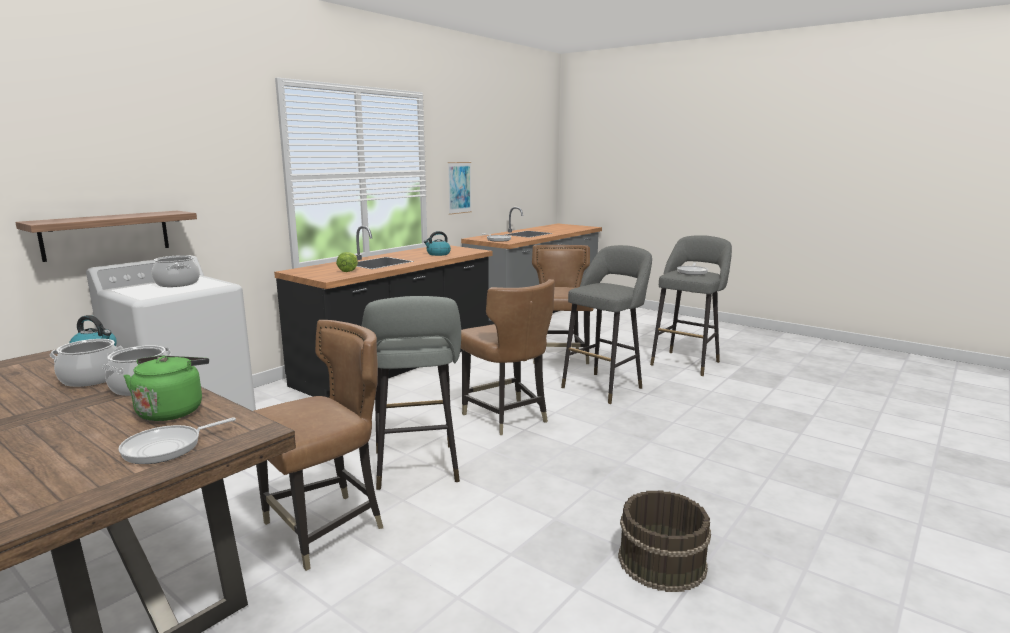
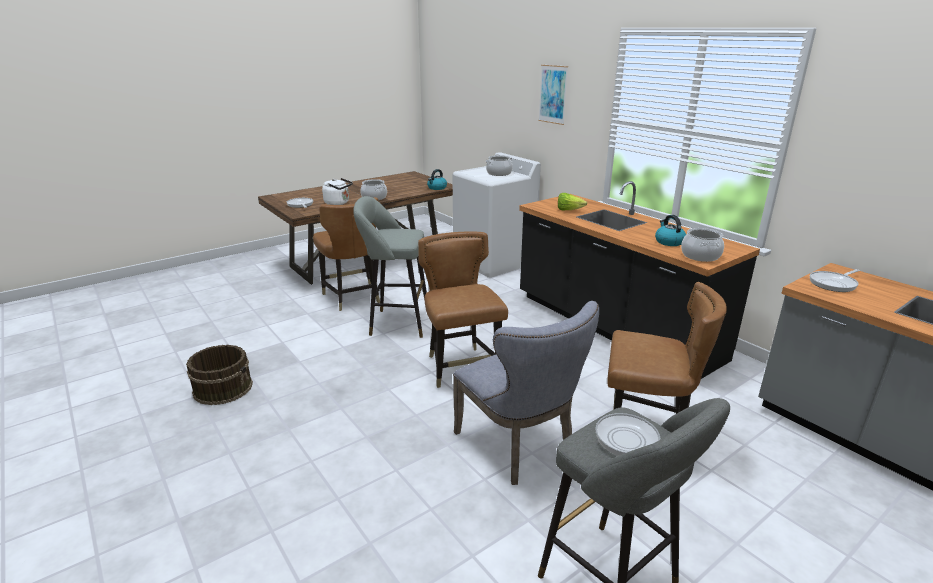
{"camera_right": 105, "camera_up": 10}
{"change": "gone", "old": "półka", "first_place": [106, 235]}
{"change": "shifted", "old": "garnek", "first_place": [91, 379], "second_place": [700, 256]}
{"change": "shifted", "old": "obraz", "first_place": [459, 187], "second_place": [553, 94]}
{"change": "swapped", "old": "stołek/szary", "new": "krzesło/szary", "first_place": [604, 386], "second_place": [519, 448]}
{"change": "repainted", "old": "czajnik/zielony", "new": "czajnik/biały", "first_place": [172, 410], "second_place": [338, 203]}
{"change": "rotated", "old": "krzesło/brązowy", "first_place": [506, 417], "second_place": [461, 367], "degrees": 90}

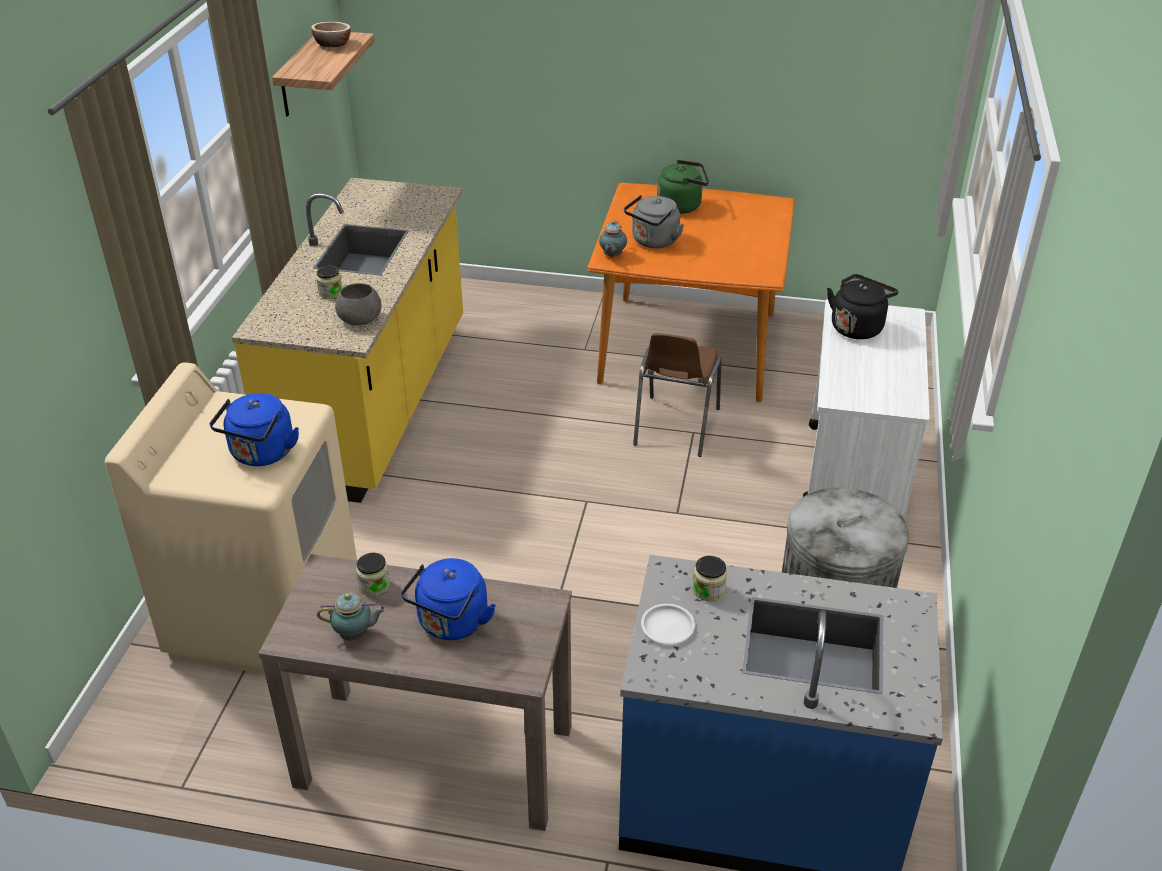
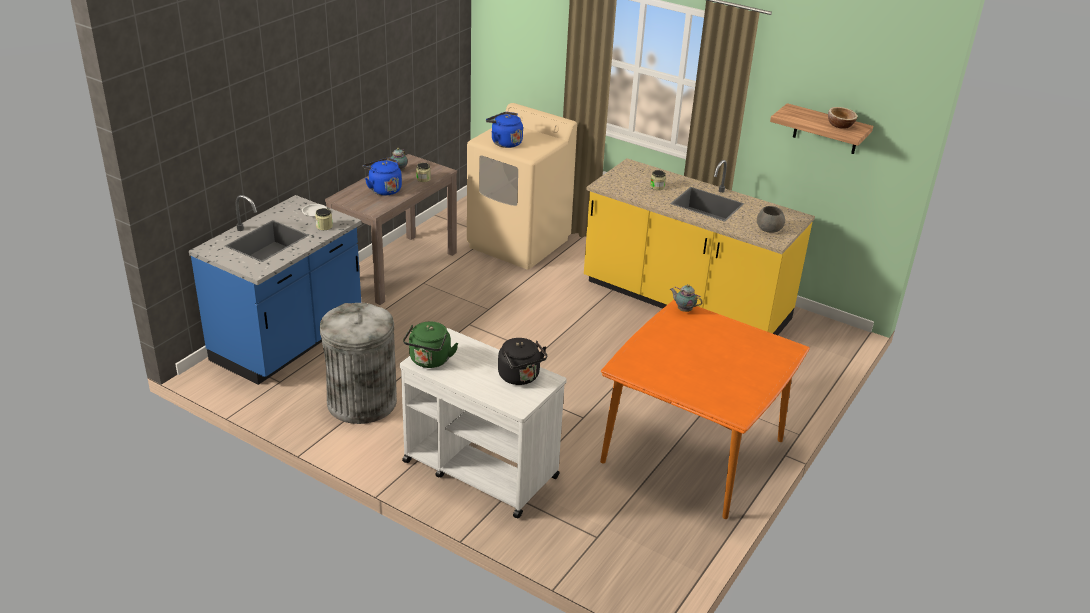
{"camera_right": 110, "camera_up": -5}
{"change": "gone", "old": "czajnik/szary", "first_place": [653, 242]}
{"change": "gone", "old": "krzesło/brązowy", "first_place": [675, 427]}
{"change": "shifted", "old": "miska/szary", "first_place": [361, 318], "second_place": [769, 229]}
{"change": "shifted", "old": "czajnik/zielony", "first_place": [682, 206], "second_place": [429, 361]}

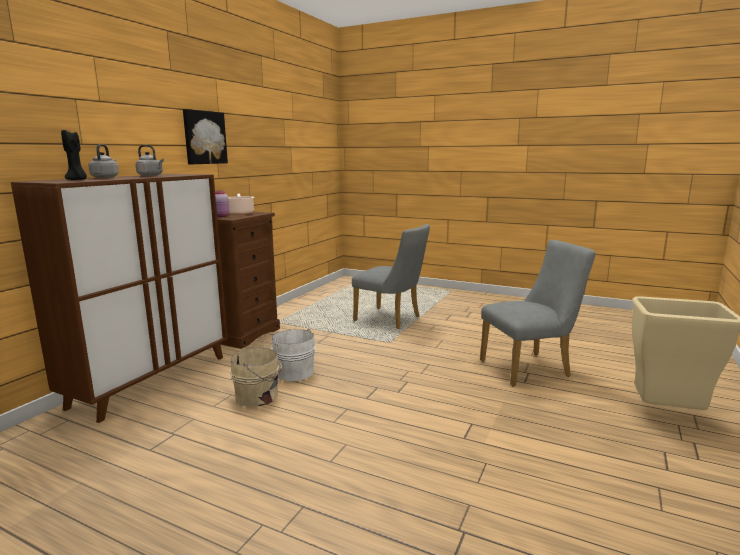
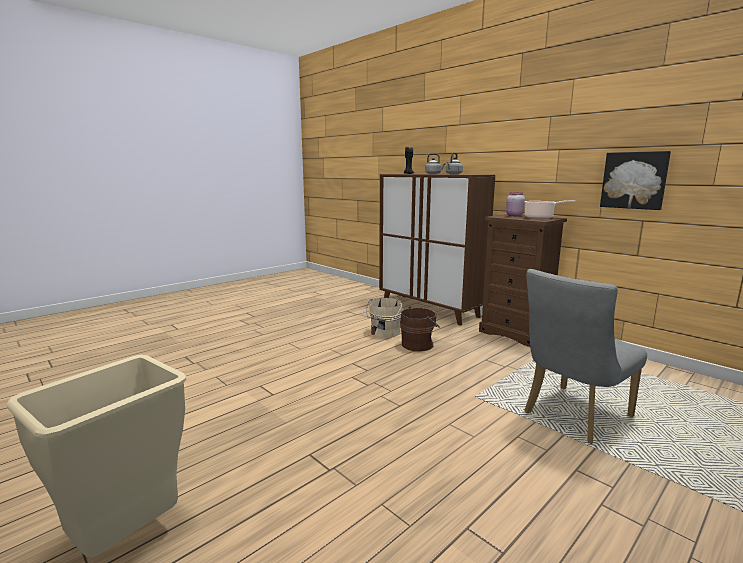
{"camera_right": 110, "camera_up": 0}
{"change": "gone", "old": "krzesło/szary", "first_place": [530, 368]}
{"change": "shifted", "old": "obraz", "first_place": [204, 137], "second_place": [634, 180]}
{"change": "repainted", "old": "wiadro/biały", "new": "wiadro/brązowy", "first_place": [293, 372], "second_place": [419, 344]}

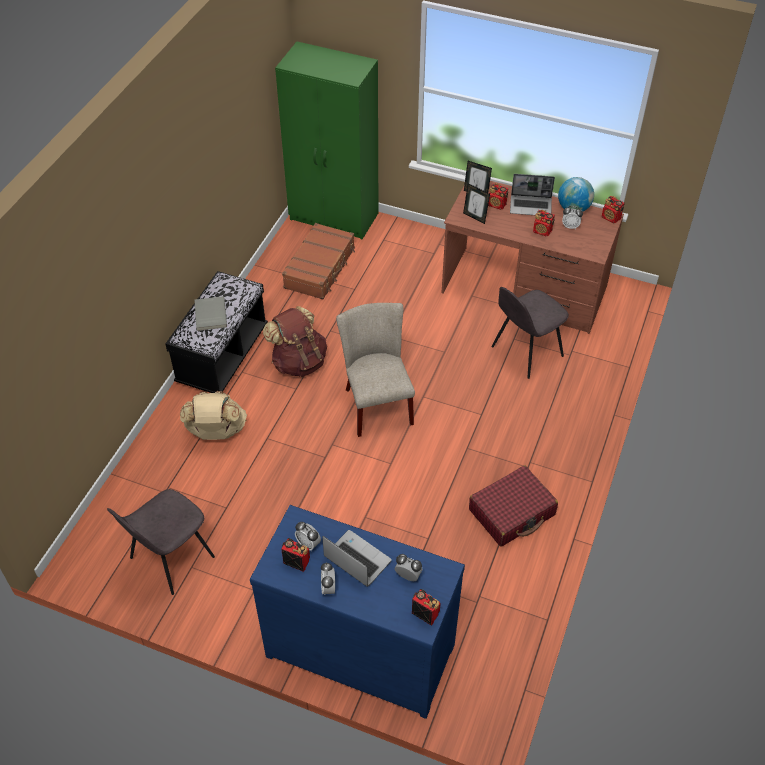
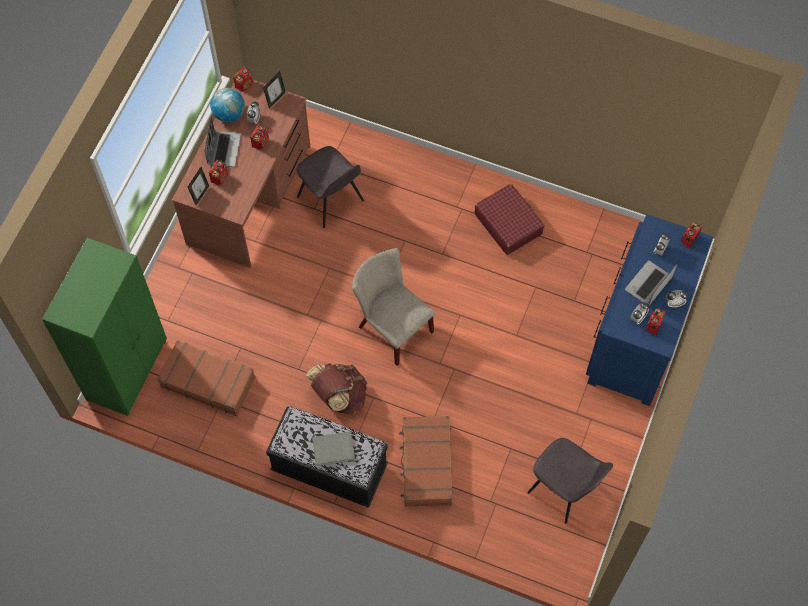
{"camera_right": -90, "camera_up": 15}
{"change": "shifted", "old": "ramka na zdjęcie", "first_place": [475, 217], "second_place": [275, 99]}
{"change": "swapped", "old": "plecak/beżowy", "new": "walizka/brązowy", "first_place": [216, 432], "second_place": [426, 465]}
{"change": "rotated", "old": "krzesło/beżowy", "first_place": [376, 403], "second_place": [391, 327], "degrees": 60}

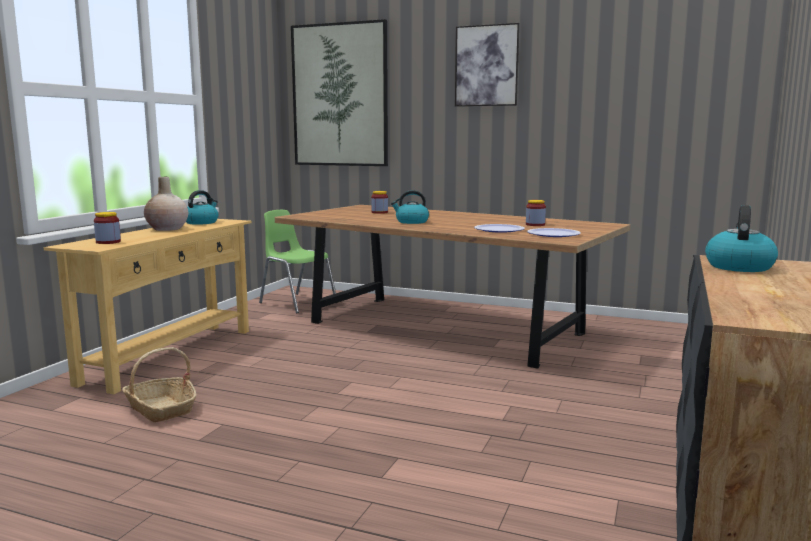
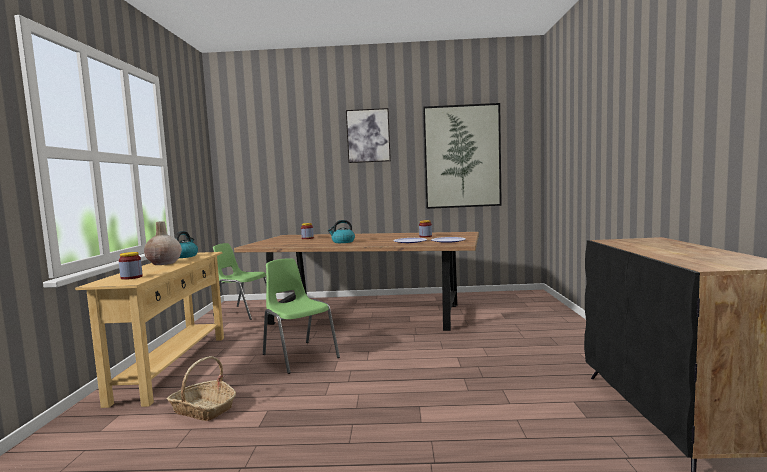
{"camera_right": -20, "camera_up": -5}
{"change": "gone", "old": "czajnik", "first_place": [738, 266]}
{"change": "new", "new": "krzesło/zielony", "second_place": [299, 356]}
{"change": "shifted", "old": "obraz", "first_place": [340, 95], "second_place": [462, 156]}

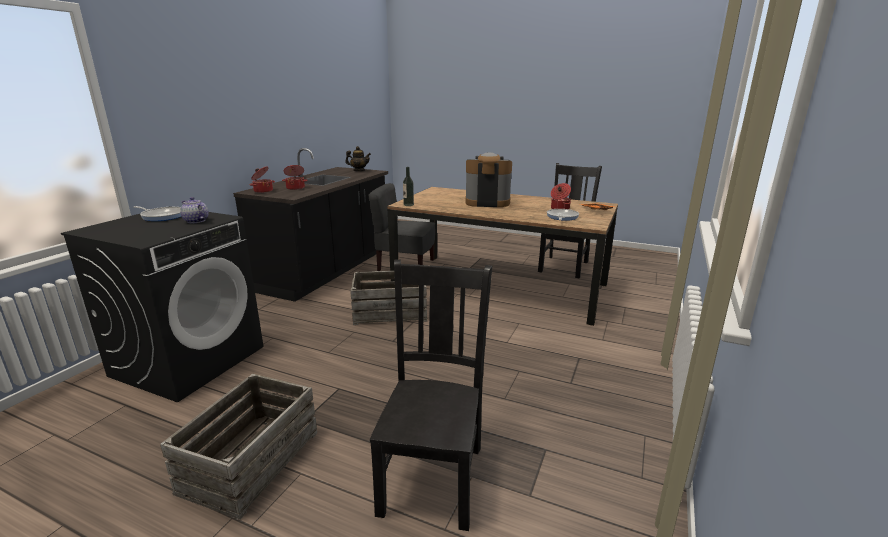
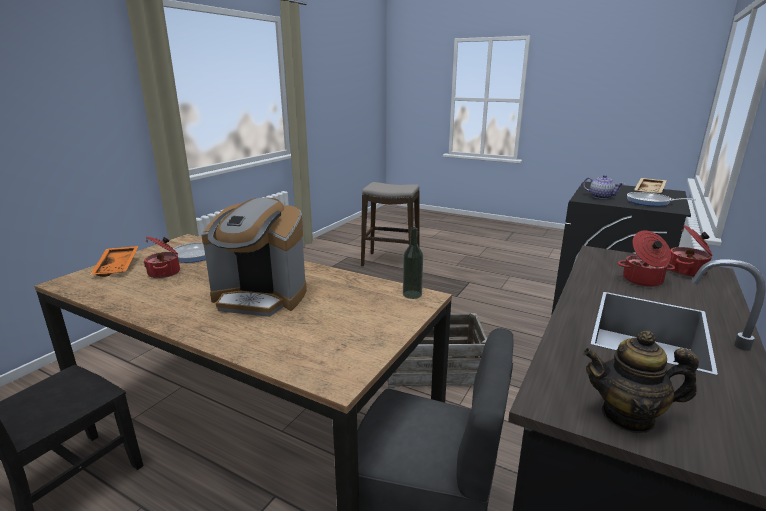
{"camera_right": -175, "camera_up": 0}
{"change": "gone", "old": "skrzynka", "first_place": [252, 462]}
{"change": "new", "new": "taca/beżowy", "second_place": [650, 191]}
{"change": "swapped", "old": "krzesło/czarny", "new": "stołek", "first_place": [433, 476], "second_place": [390, 262]}

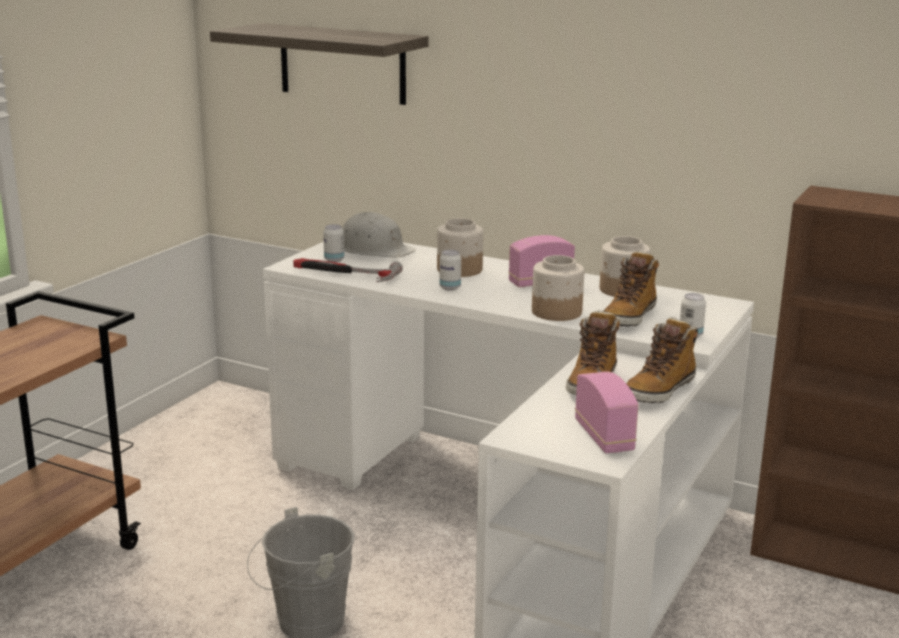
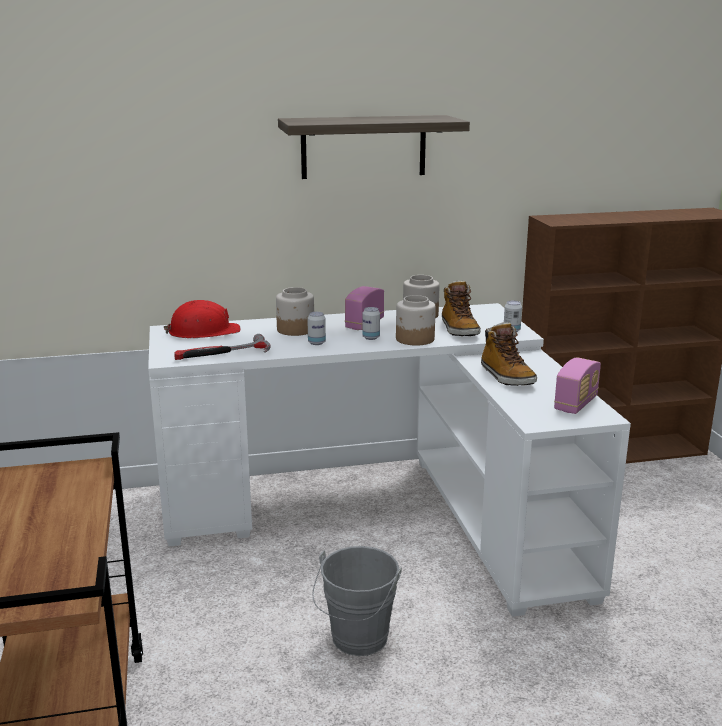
{"camera_right": -40, "camera_up": 0}
{"change": "gone", "old": "but z cholewką", "first_place": [659, 390]}
{"change": "shifted", "old": "półka", "first_place": [342, 63], "second_place": [363, 147]}
{"change": "shifted", "old": "puszka", "first_place": [334, 260], "second_place": [371, 338]}
{"change": "repainted", "old": "kask/biały", "new": "kask/czerwony", "first_place": [374, 249], "second_place": [203, 332]}
{"change": "rotated", "old": "radio", "first_place": [604, 437], "second_place": [576, 404], "degrees": 90}

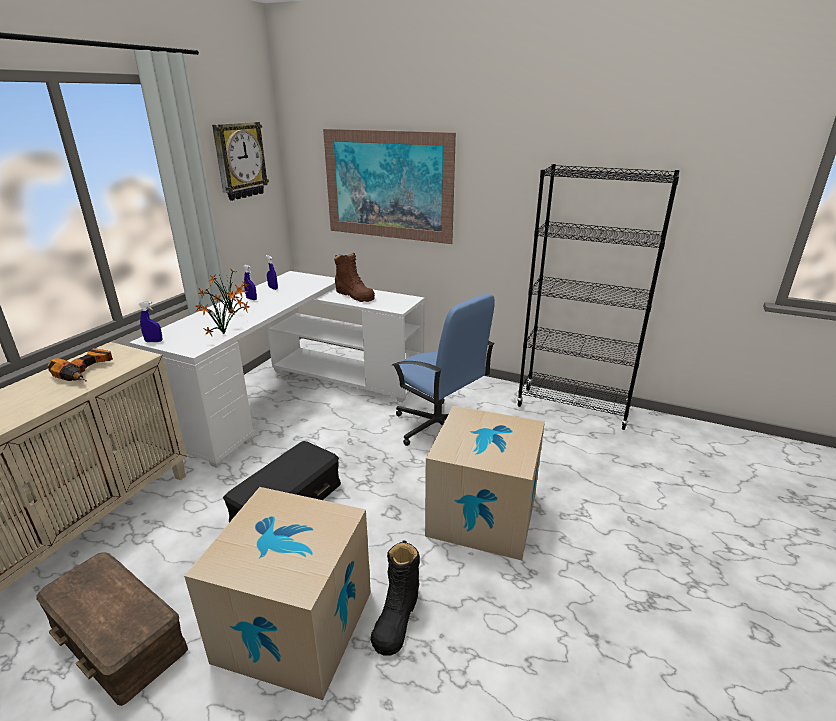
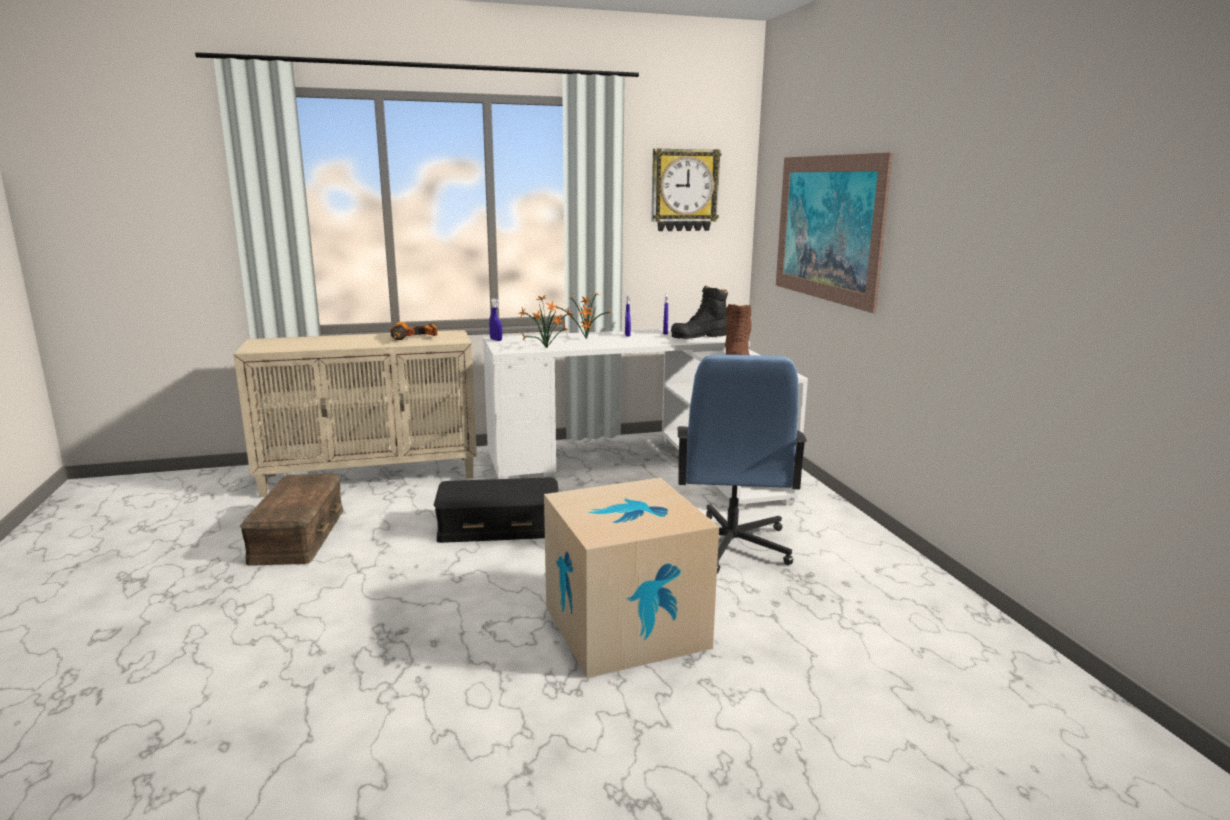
{"camera_right": 50, "camera_up": -10}
{"change": "gone", "old": "karton", "first_place": [295, 626]}
{"change": "gone", "old": "regał/czarny", "first_place": [573, 408]}
{"change": "shifted", "old": "but z cholewką/czarny", "first_place": [397, 616], "second_place": [700, 336]}

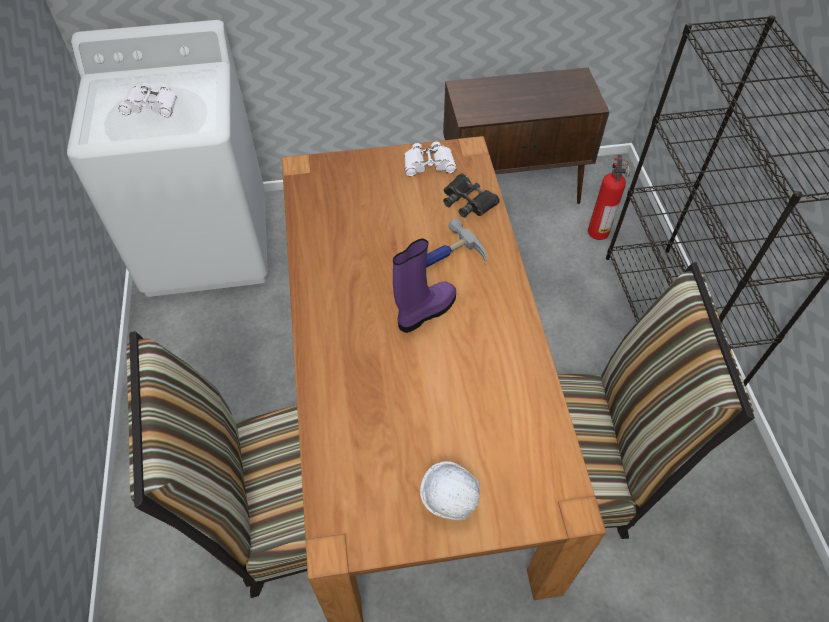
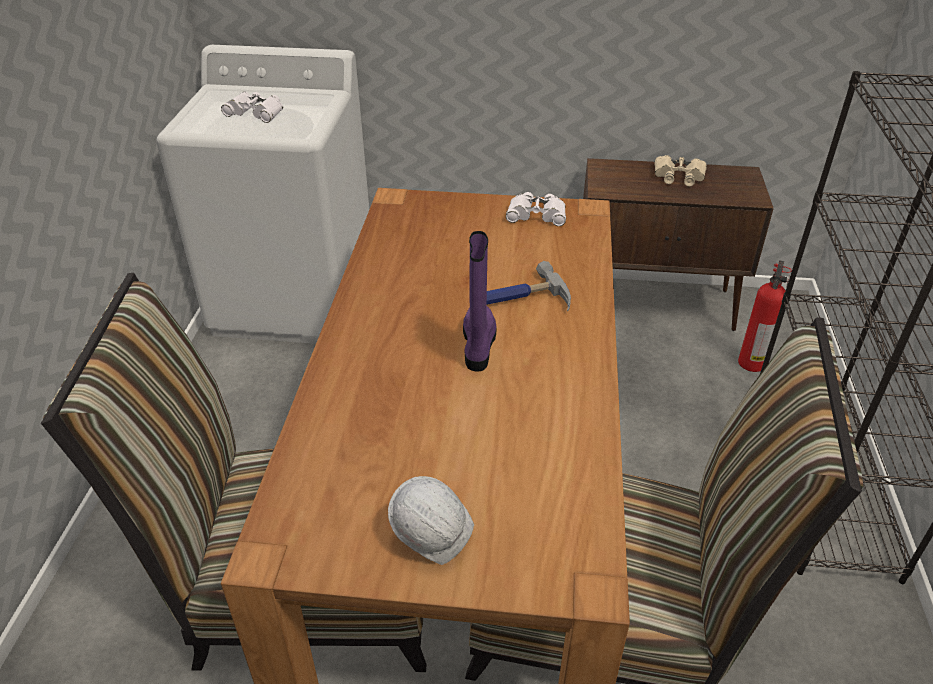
{"camera_right": 15, "camera_up": -15}
{"change": "gone", "old": "lornetka/czarny", "first_place": [468, 201]}
{"change": "new", "new": "lornetka/beżowy", "second_place": [678, 176]}
{"change": "rotated", "old": "but z cholewką/fioletowy", "first_place": [425, 312], "second_place": [478, 344], "degrees": -60}

